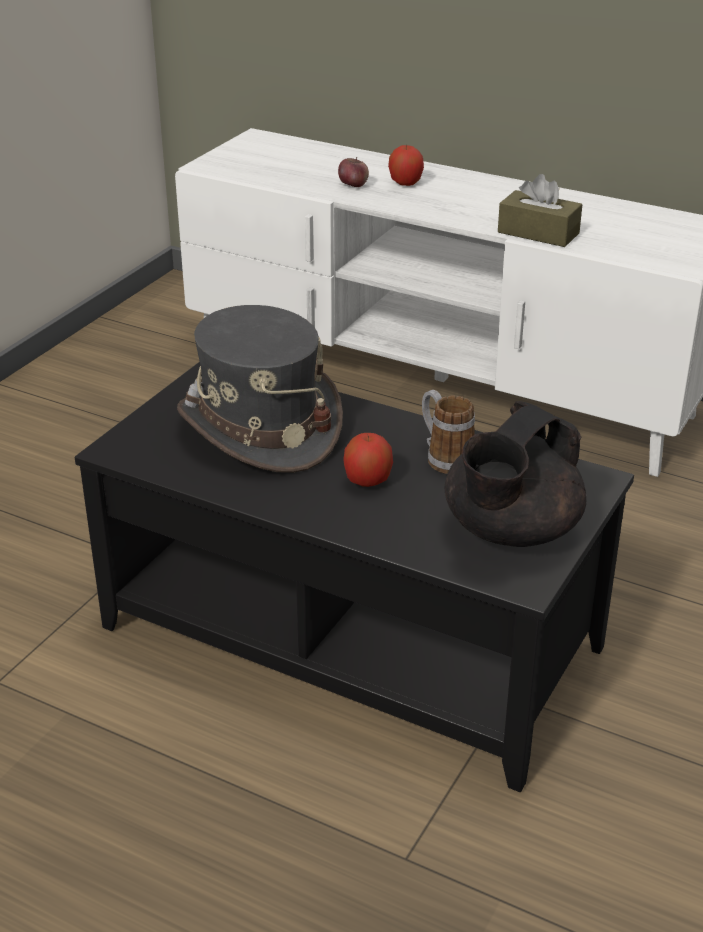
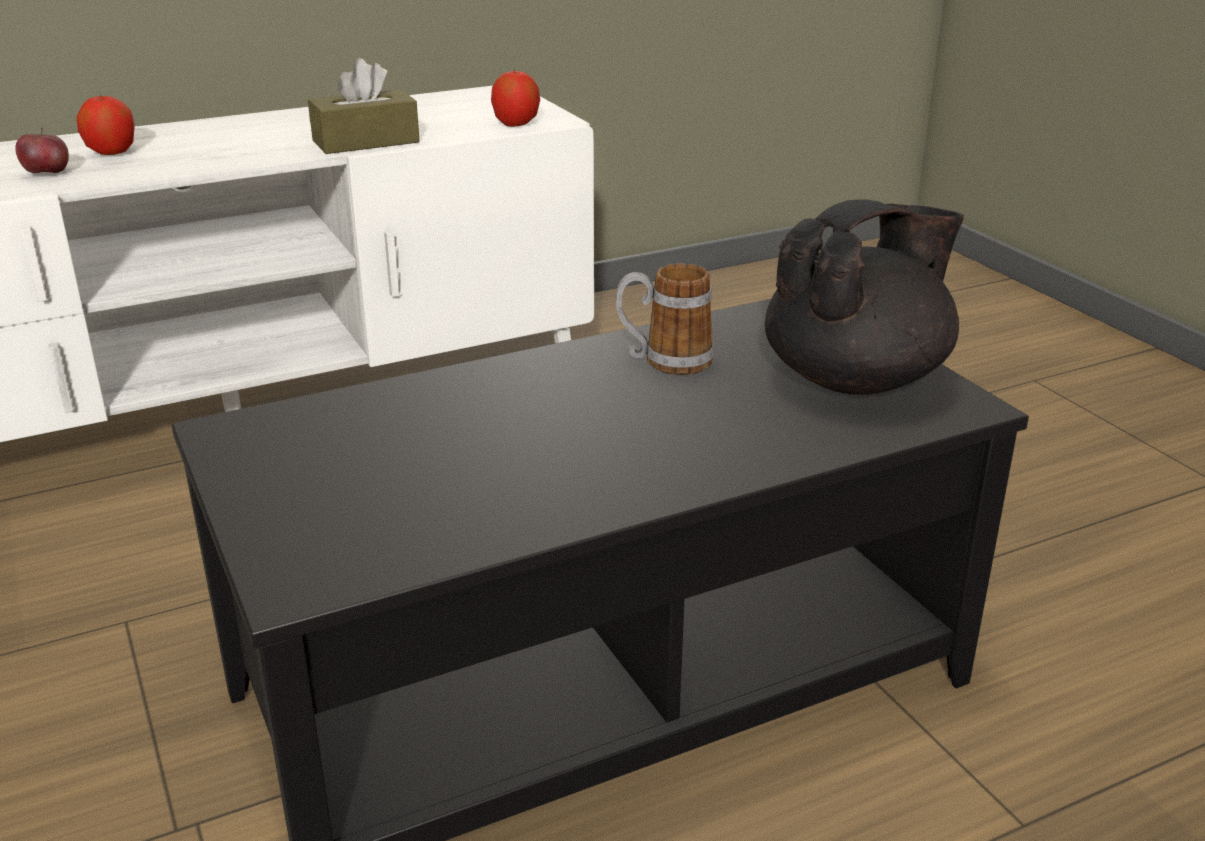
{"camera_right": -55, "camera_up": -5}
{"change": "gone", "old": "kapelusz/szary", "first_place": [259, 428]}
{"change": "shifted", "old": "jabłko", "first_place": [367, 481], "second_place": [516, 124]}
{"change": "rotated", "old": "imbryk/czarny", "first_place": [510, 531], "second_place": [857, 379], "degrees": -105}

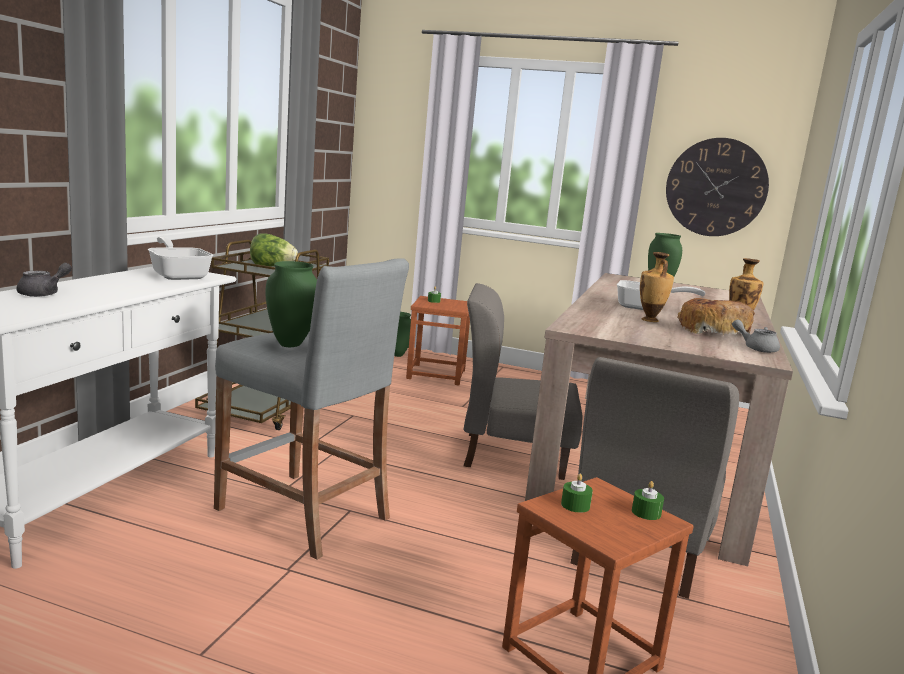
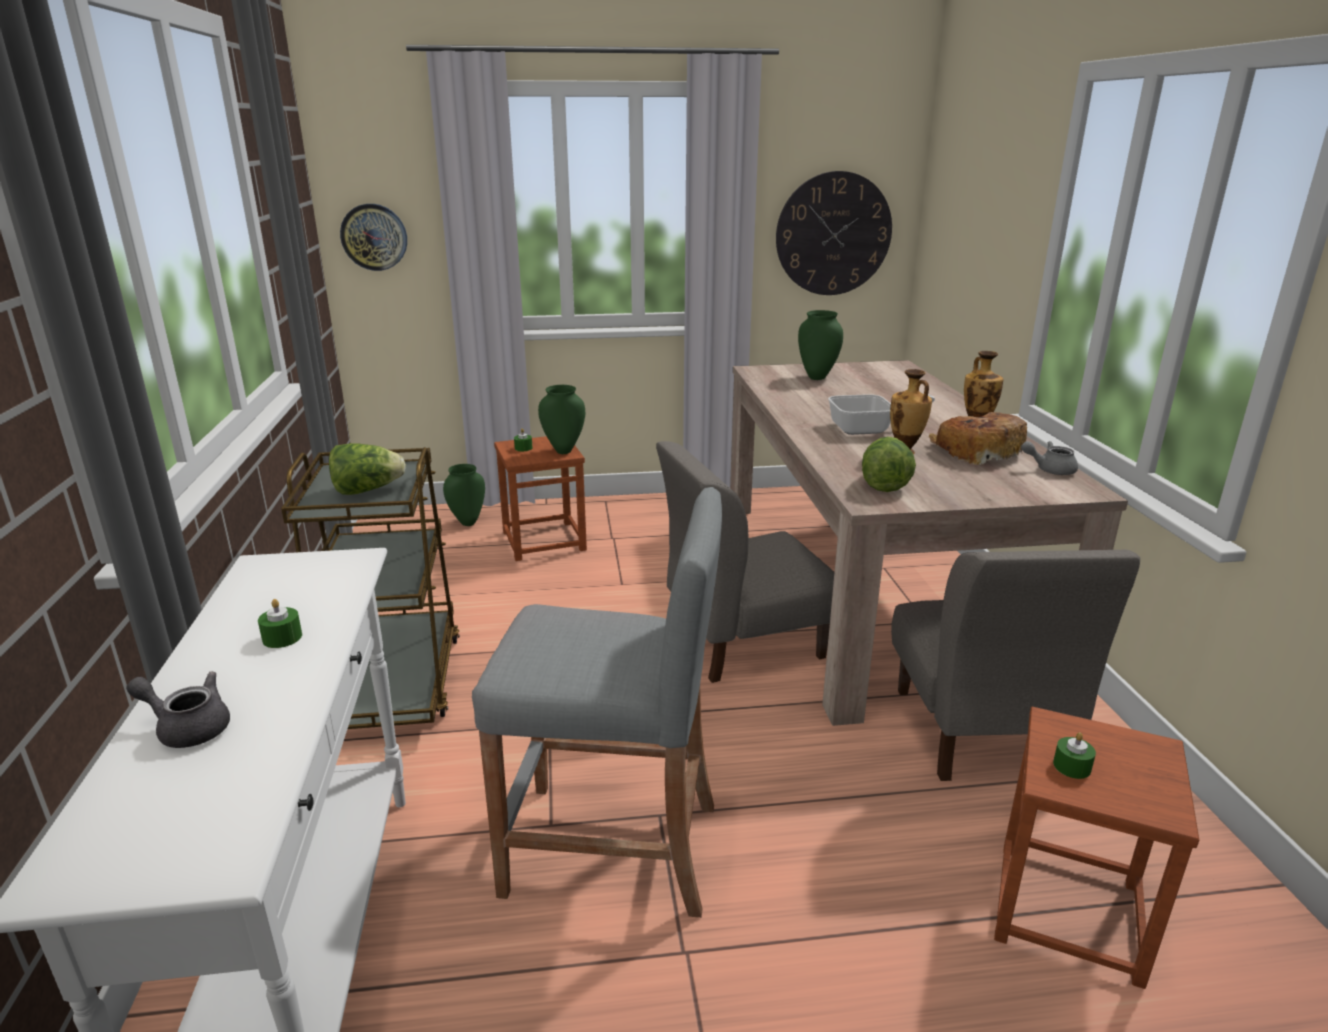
{"camera_right": -25, "camera_up": 10}
{"change": "gone", "old": "patelnia", "first_place": [178, 275]}
{"change": "new", "new": "zegar ścienny", "second_place": [374, 237]}
{"change": "new", "new": "sałata", "second_place": [884, 483]}
{"change": "shifted", "old": "wazon/zielony", "first_place": [289, 344], "second_place": [563, 451]}
{"change": "shifted", "old": "świeca/zielony", "first_place": [646, 512], "second_place": [282, 637]}
{"change": "rotated", "old": "imbryk/szary", "first_place": [44, 293], "second_place": [188, 728], "degrees": -75}

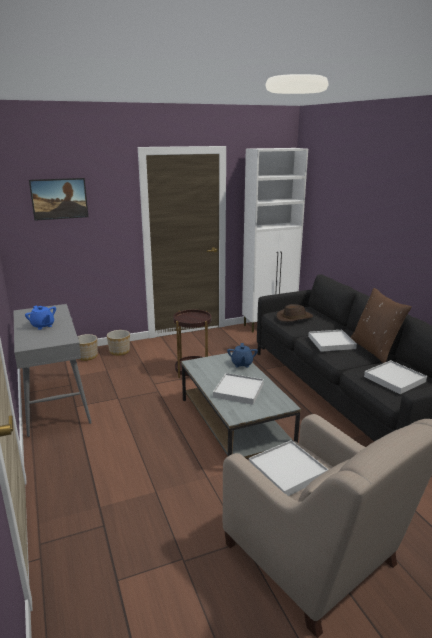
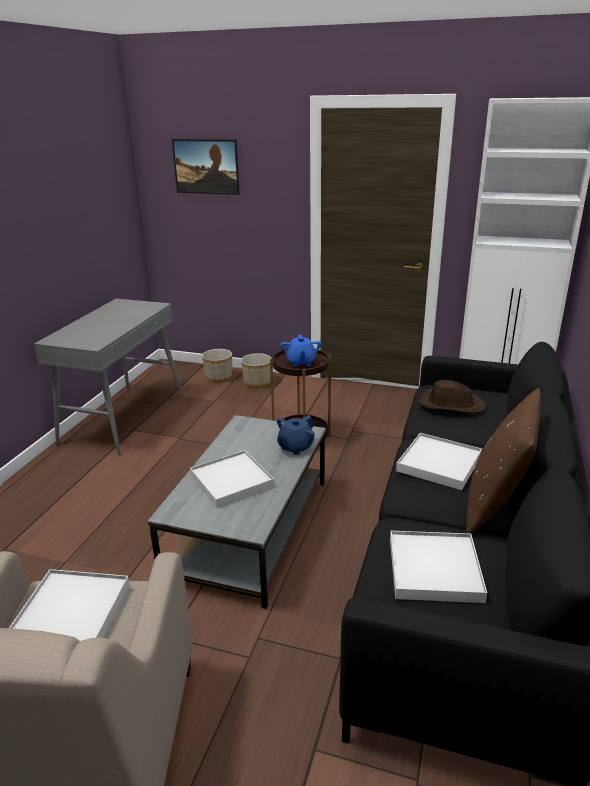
{"camera_right": 40, "camera_up": 5}
{"change": "shifted", "old": "imbryk/niebieski", "first_place": [42, 326], "second_place": [301, 362]}

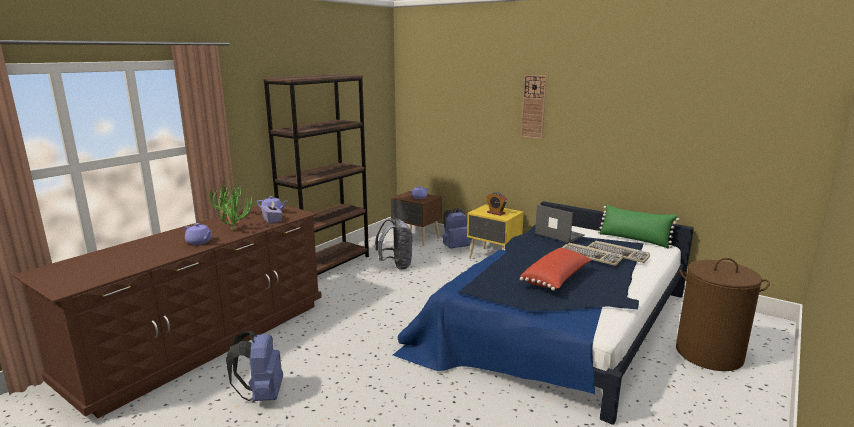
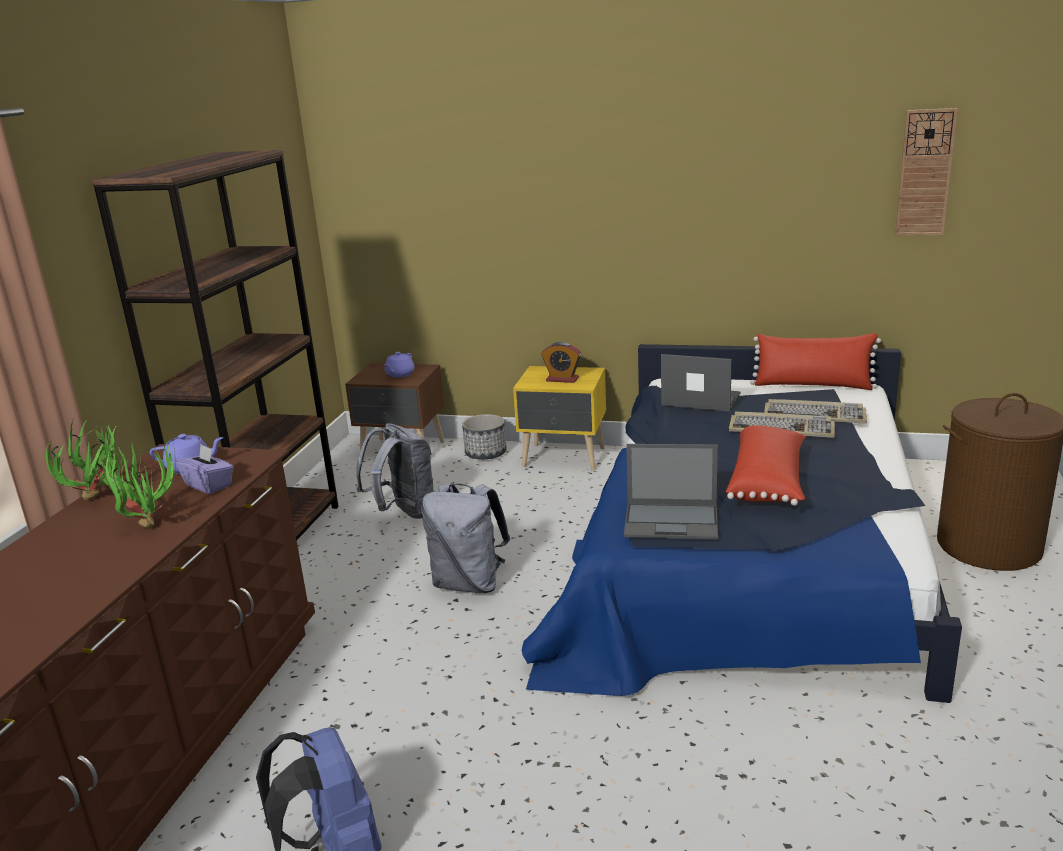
{"camera_right": -20, "camera_up": 5}
{"change": "gone", "old": "imbryk/fioletowy", "first_place": [199, 242]}
{"change": "new", "new": "plecak/szary", "second_place": [469, 583]}
{"change": "new", "new": "laptop", "second_place": [672, 521]}
{"change": "shifted", "old": "zegar ścienny", "first_place": [533, 107], "second_place": [925, 173]}
{"change": "swapped", "old": "plecak/niebieski", "new": "donica", "first_place": [455, 247], "second_place": [485, 453]}
{"change": "repainted", "old": "poduszka/zielony", "new": "poduszka/czerwony", "first_place": [634, 240], "second_place": [813, 385]}

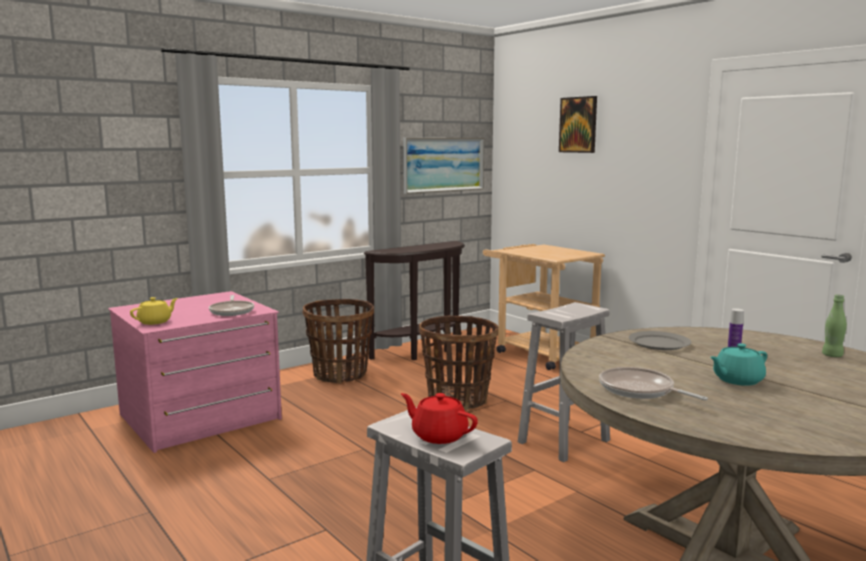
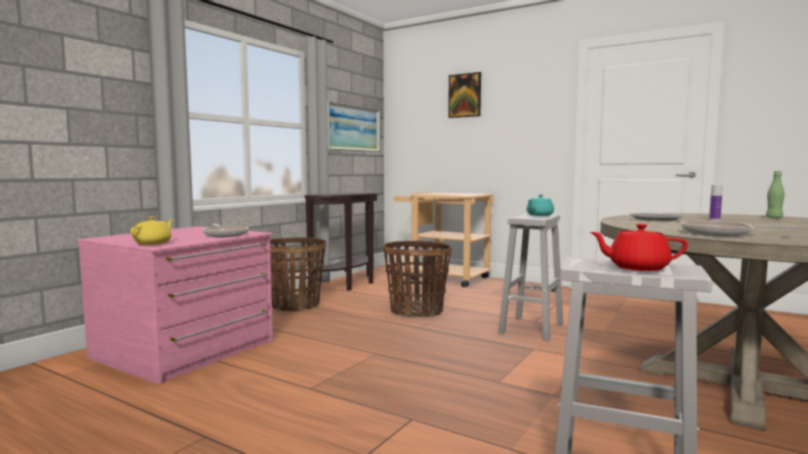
{"camera_right": -20, "camera_up": -5}
{"change": "shifted", "old": "imbryk/turkusowy", "first_place": [737, 380], "second_place": [539, 215]}

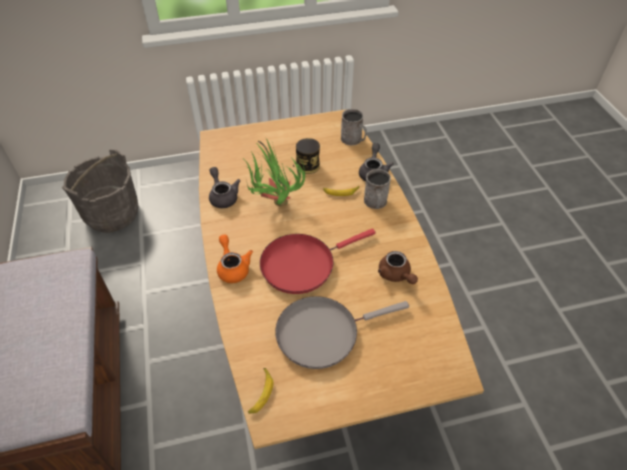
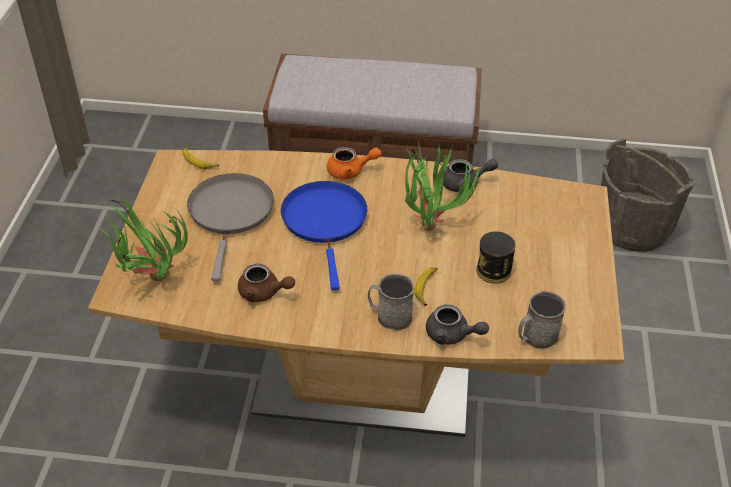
{"camera_right": 110, "camera_up": -5}
{"change": "new", "new": "roślina doniczkowa", "second_place": [150, 281]}
{"change": "repainted", "old": "patelnia/czerwony", "new": "patelnia/niebieski", "first_place": [302, 264], "second_place": [325, 221]}
{"change": "rotated", "old": "imbryk/brązowy", "first_place": [396, 275], "second_place": [264, 293], "degrees": -150}

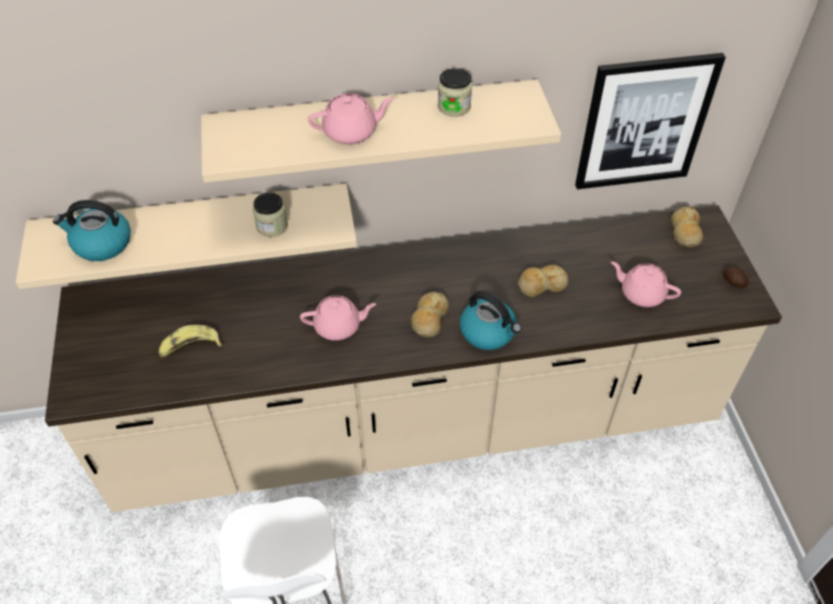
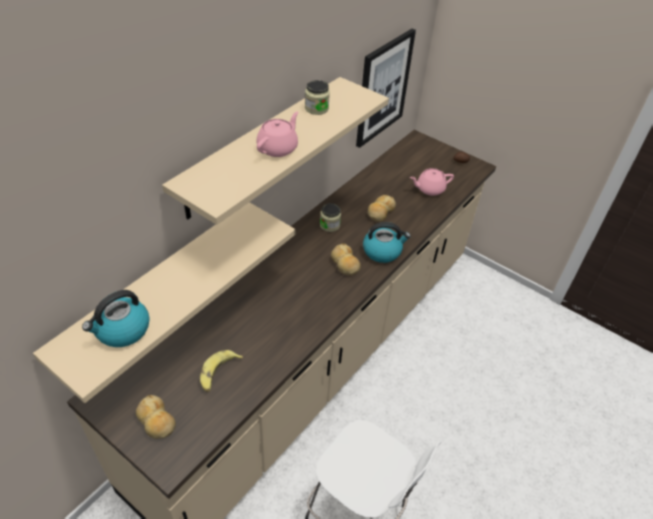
{"camera_right": -45, "camera_up": -5}
{"change": "gone", "old": "imbryk/różowy", "first_place": [338, 326]}
{"change": "shifted", "old": "słoik", "first_place": [272, 226], "second_place": [330, 225]}
{"change": "shifted", "old": "chleb", "first_place": [685, 232], "second_place": [156, 421]}

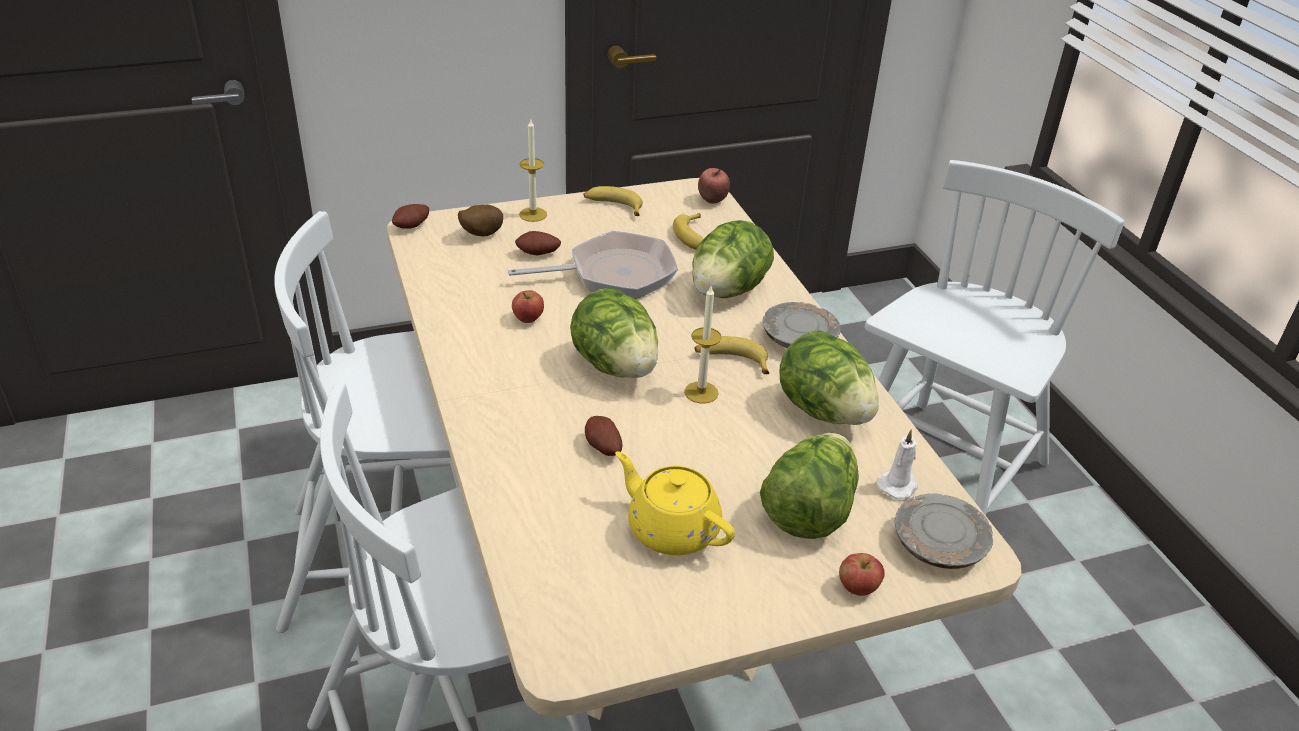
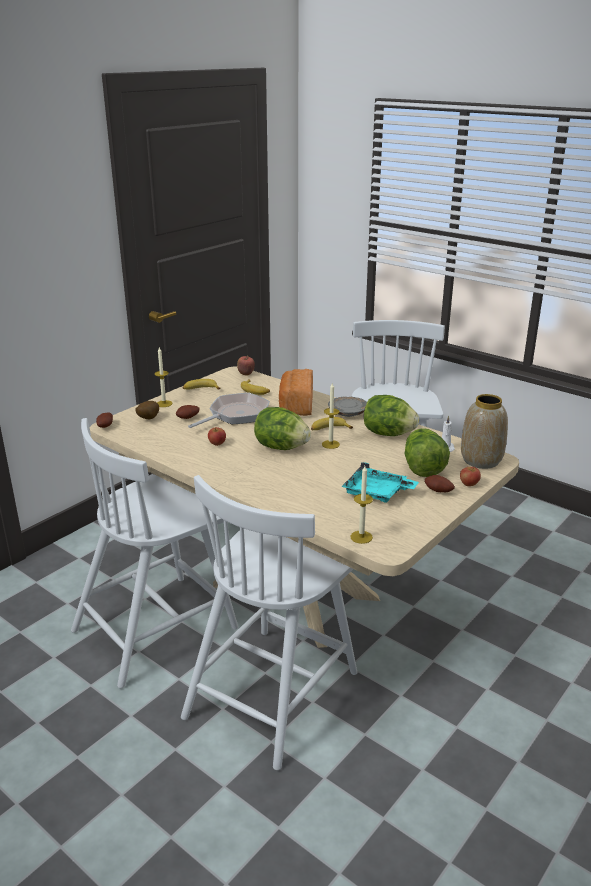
{"camera_right": -30, "camera_up": -10}
{"change": "new", "new": "świeca", "second_place": [361, 537]}
{"change": "shifted", "old": "ziemniak", "first_place": [602, 448], "second_place": [438, 491]}
{"change": "swapped", "old": "imbryk/żółty", "new": "taca/turkusowy", "first_place": [671, 529], "second_place": [377, 493]}
{"change": "swapped", "old": "sałata", "new": "chleb", "first_place": [727, 290], "second_place": [296, 405]}
{"change": "swapped", "old": "talerz/szary", "new": "wazon", "first_place": [939, 544], "second_place": [481, 460]}

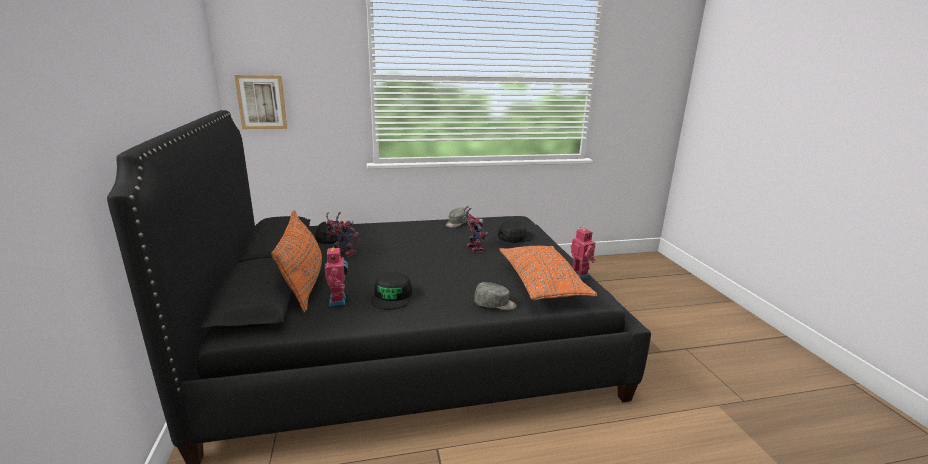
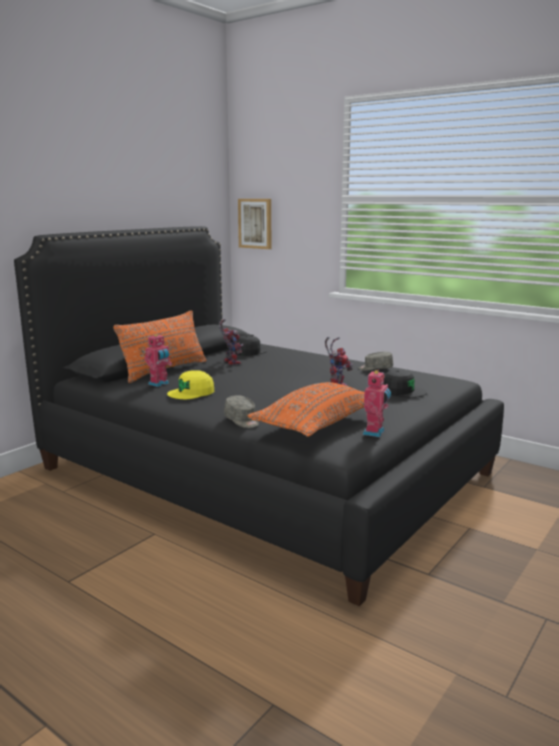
{"camera_right": 50, "camera_up": -5}
{"change": "repainted", "old": "czapka z daszkiem/czarny", "new": "czapka z daszkiem/żółty", "first_place": [392, 296], "second_place": [191, 392]}

